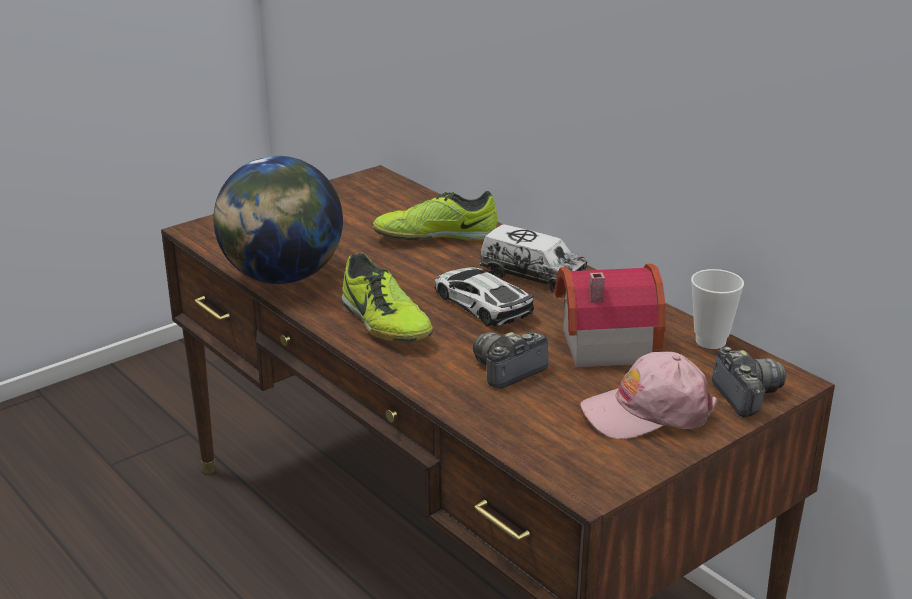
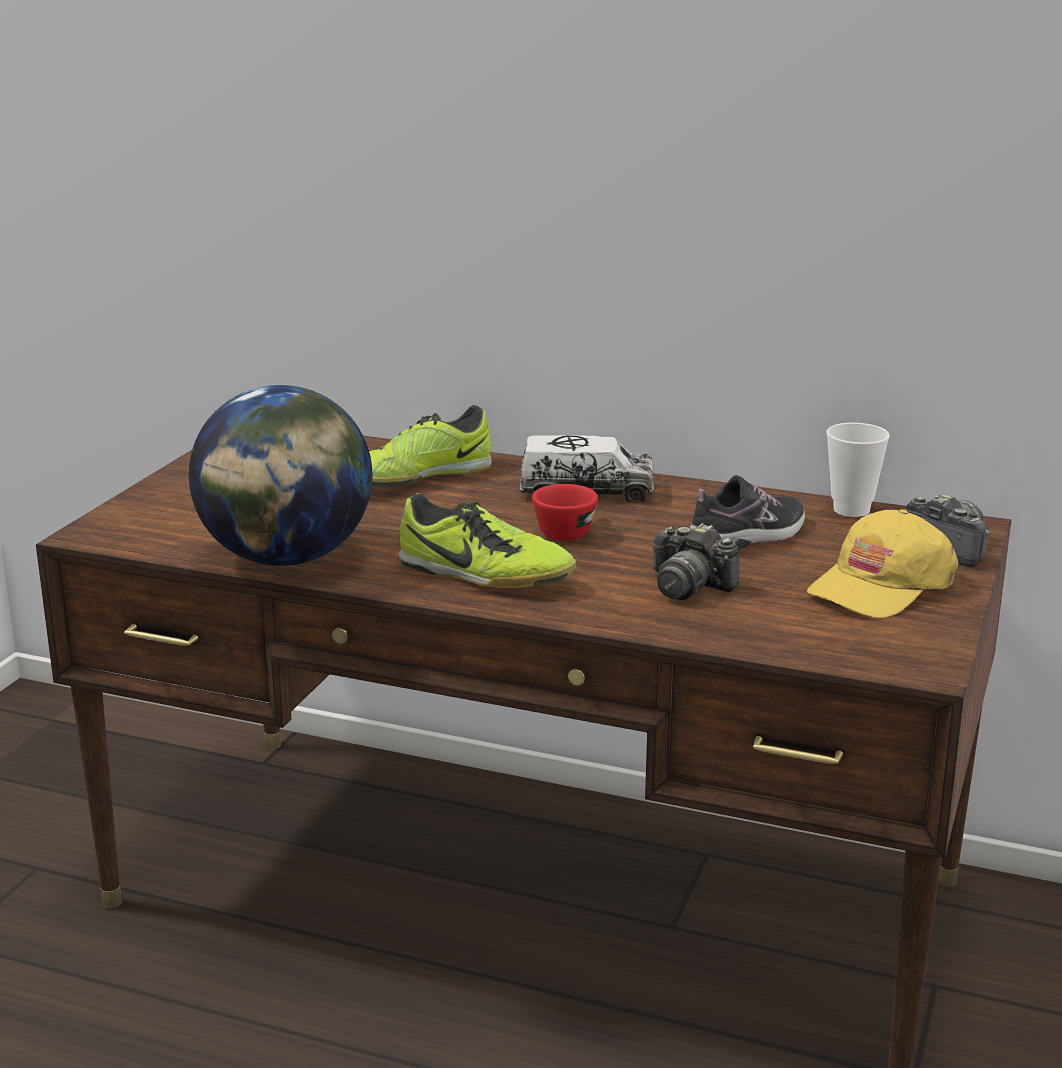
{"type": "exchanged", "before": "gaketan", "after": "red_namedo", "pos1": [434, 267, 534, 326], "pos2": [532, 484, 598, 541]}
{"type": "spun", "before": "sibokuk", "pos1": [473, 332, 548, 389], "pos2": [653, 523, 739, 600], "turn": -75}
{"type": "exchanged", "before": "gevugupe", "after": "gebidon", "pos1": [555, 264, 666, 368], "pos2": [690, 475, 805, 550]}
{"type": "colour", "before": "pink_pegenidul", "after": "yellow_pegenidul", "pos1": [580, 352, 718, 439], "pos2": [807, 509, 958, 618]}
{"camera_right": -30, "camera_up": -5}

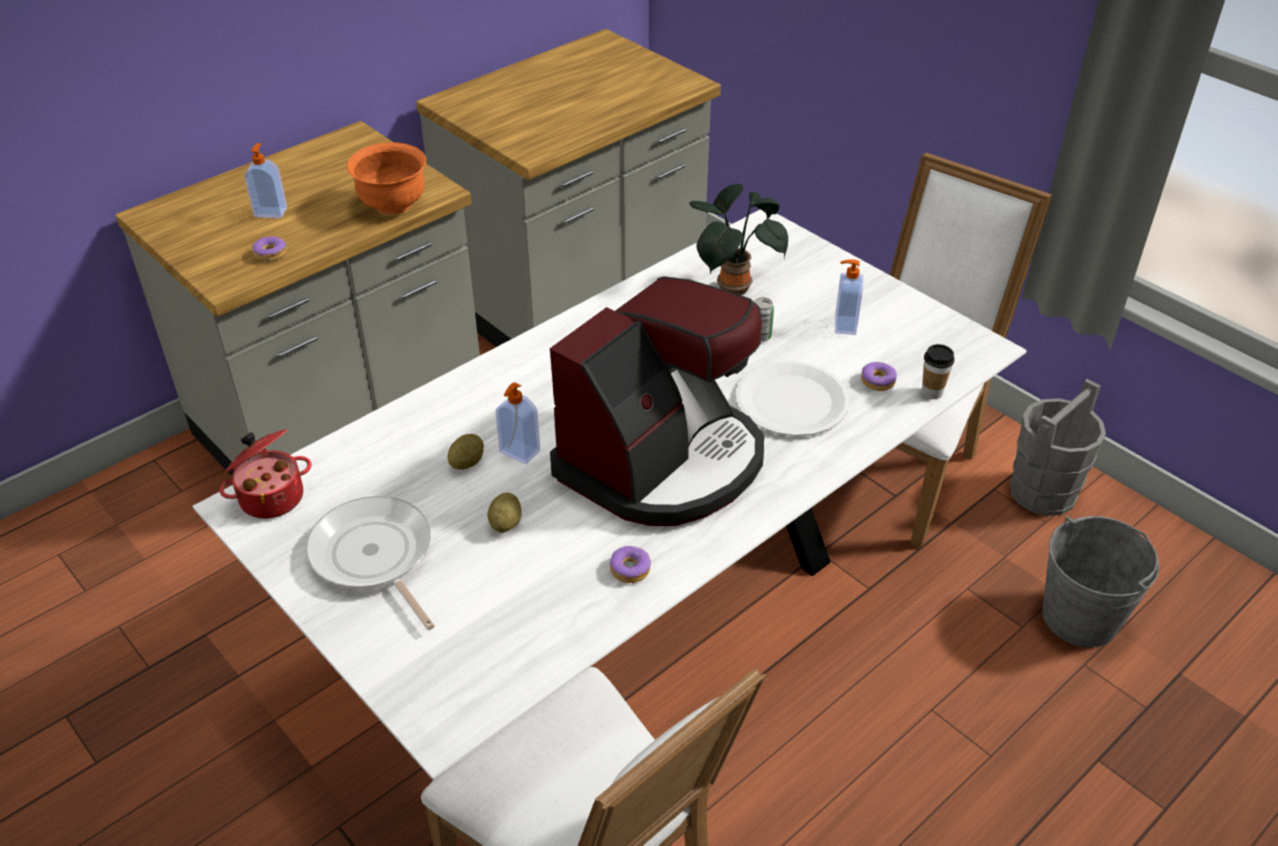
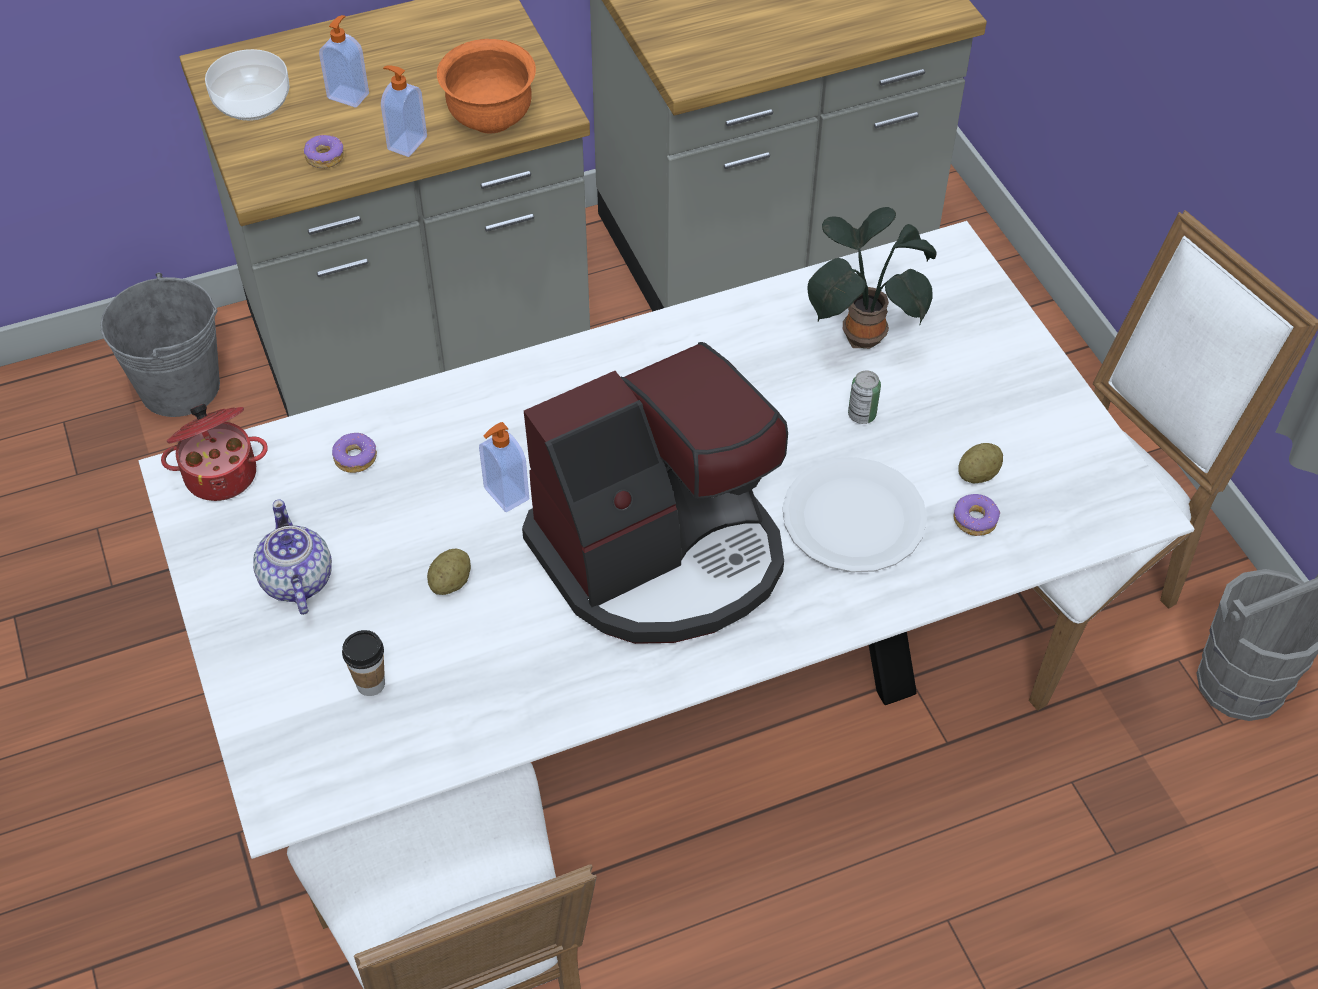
{"type": "relocated", "before": "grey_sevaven", "pos1": [1042, 516, 1159, 647], "pos2": [100, 272, 220, 417]}
{"type": "appeared", "after": "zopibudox", "pos2": [205, 49, 289, 121]}
{"type": "exchanged", "before": "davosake", "after": "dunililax", "pos1": [306, 496, 435, 630], "pos2": [253, 499, 332, 615]}
{"type": "relocated", "before": "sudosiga", "pos1": [610, 546, 651, 583], "pos2": [332, 433, 377, 473]}
{"type": "relocated", "before": "namedo", "pos1": [922, 344, 955, 399], "pos2": [342, 630, 385, 696]}
{"type": "relocated", "before": "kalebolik", "pos1": [835, 259, 863, 335], "pos2": [381, 65, 427, 157]}
{"type": "relocated", "before": "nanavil", "pos1": [448, 434, 484, 470], "pos2": [958, 443, 1003, 484]}
{"camera_right": 20, "camera_up": 10}

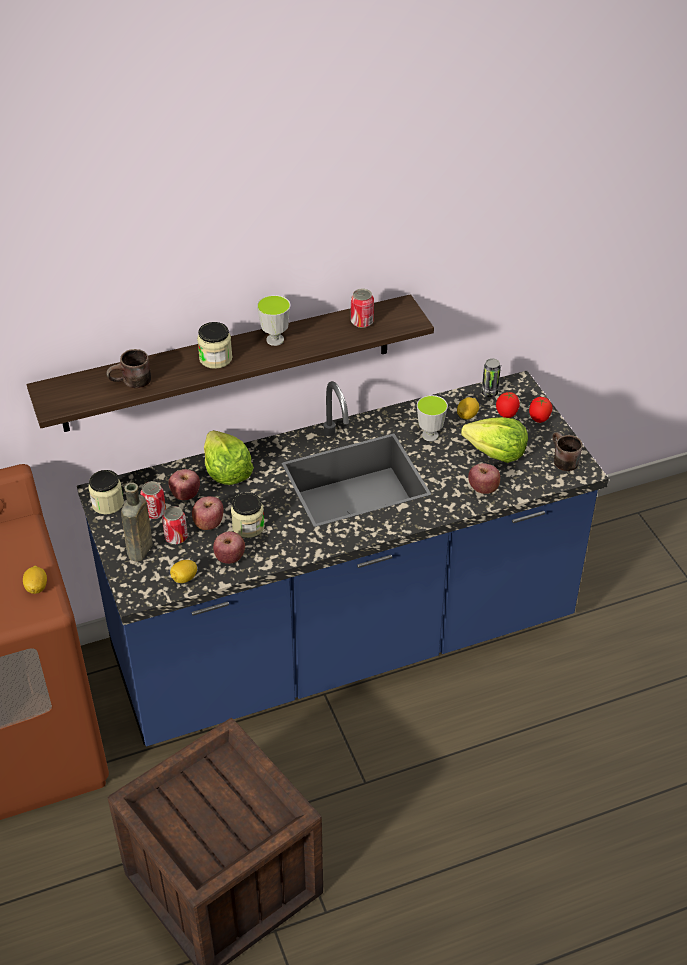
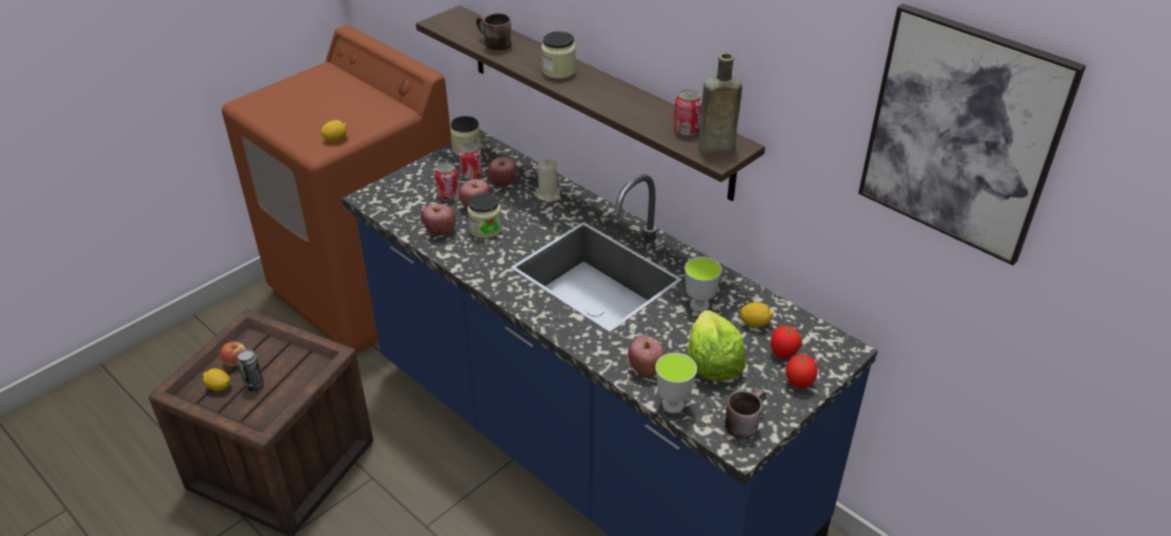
{"type": "relocated", "before": "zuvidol", "pos1": [170, 560, 197, 583], "pos2": [203, 368, 230, 391]}
{"type": "appeared", "after": "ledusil", "pos2": [220, 341, 246, 367]}
{"type": "relocated", "before": "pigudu", "pos1": [481, 358, 501, 397], "pos2": [237, 349, 264, 391]}
{"type": "exchanged", "before": "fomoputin", "after": "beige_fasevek", "pos1": [204, 430, 254, 485], "pos2": [537, 159, 561, 202]}
{"type": "relocated", "before": "namedo", "pos1": [257, 295, 290, 346], "pos2": [655, 353, 697, 413]}
{"type": "relocated", "before": "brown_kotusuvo", "pos1": [121, 482, 153, 562], "pos2": [698, 53, 742, 154]}
{"type": "appeared", "after": "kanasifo", "pos2": [858, 4, 1086, 265]}
{"camera_right": 65, "camera_up": -5}

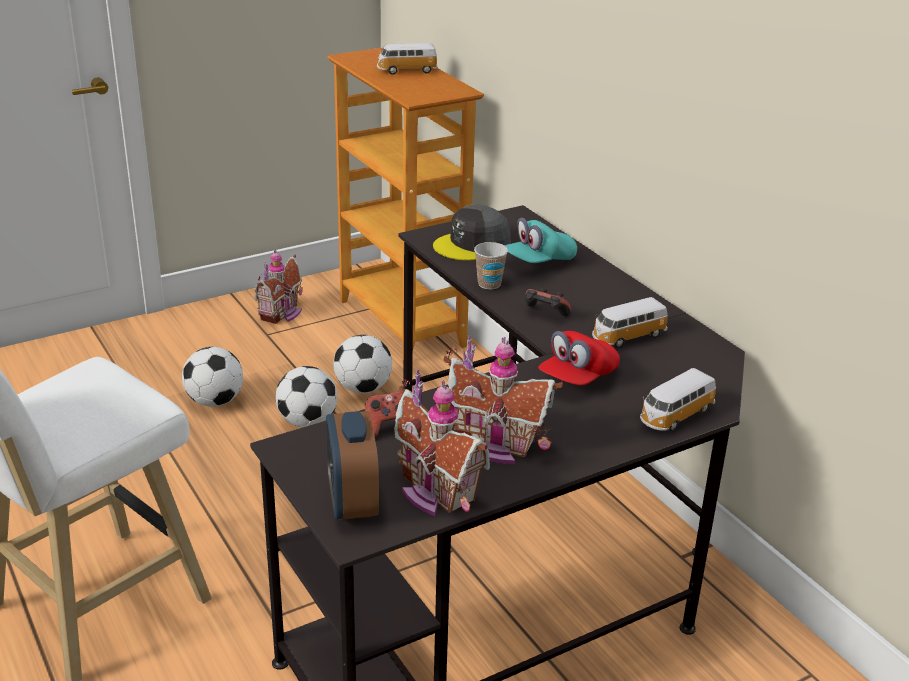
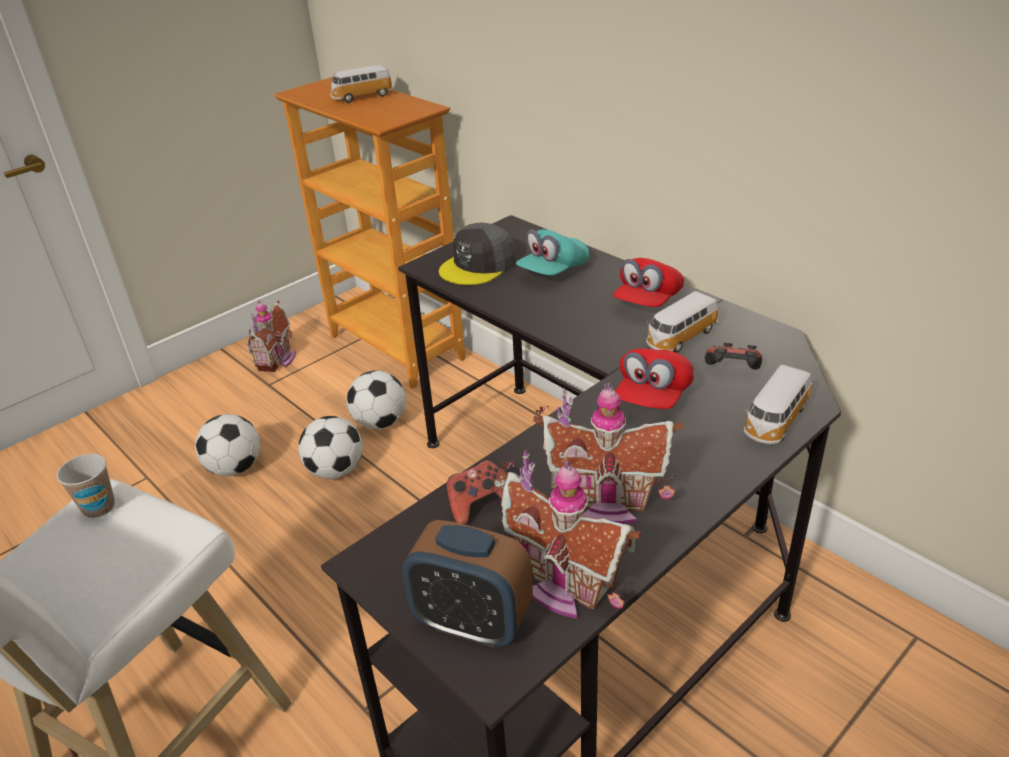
{"type": "relocated", "before": "namedo", "pos1": [474, 242, 508, 290], "pos2": [57, 454, 115, 518]}
{"type": "spun", "before": "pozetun", "pos1": [326, 411, 379, 520], "pos2": [402, 520, 533, 647], "turn": -45}
{"type": "appeared", "after": "red_pegenidul", "pos2": [613, 258, 684, 307]}
{"type": "relocated", "before": "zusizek", "pos1": [525, 288, 571, 317], "pos2": [705, 343, 762, 370]}
{"camera_right": -10, "camera_up": 5}

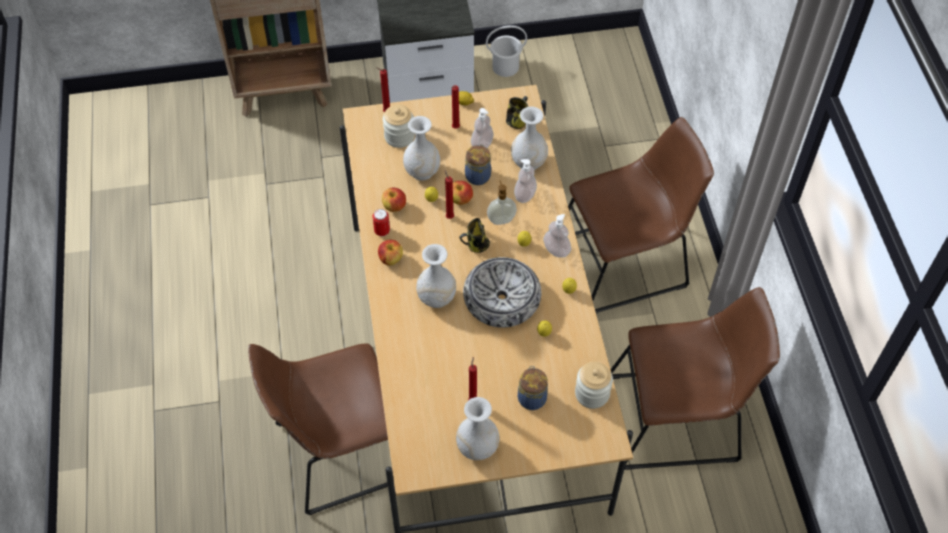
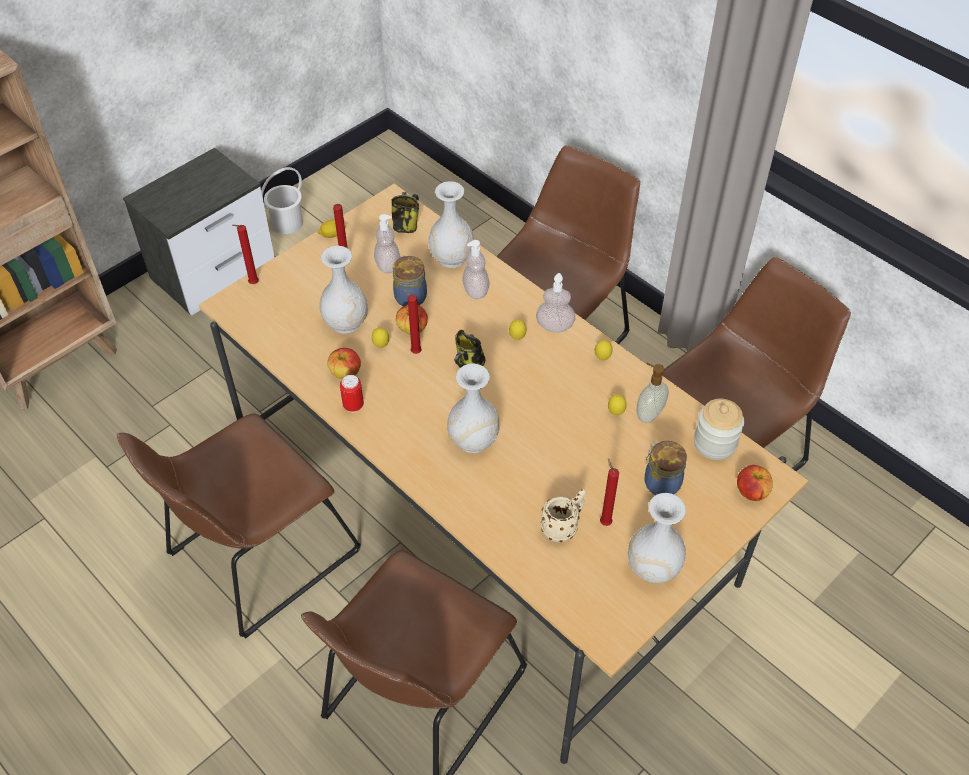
{"type": "appeared", "after": "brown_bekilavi", "pos2": [117, 413, 361, 639]}
{"type": "appeared", "after": "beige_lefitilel", "pos2": [541, 489, 586, 542]}
{"type": "relocated", "before": "kalebolik", "pos1": [487, 181, 517, 225], "pos2": [637, 363, 669, 423]}
{"type": "relocated", "before": "ledusil", "pos1": [378, 240, 403, 266], "pos2": [737, 465, 773, 501]}
{"type": "missing", "before": "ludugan", "pos1": [383, 105, 415, 148]}
{"type": "missing", "before": "zopibudox", "pos1": [463, 257, 542, 328]}
{"camera_right": -35, "camera_up": -5}

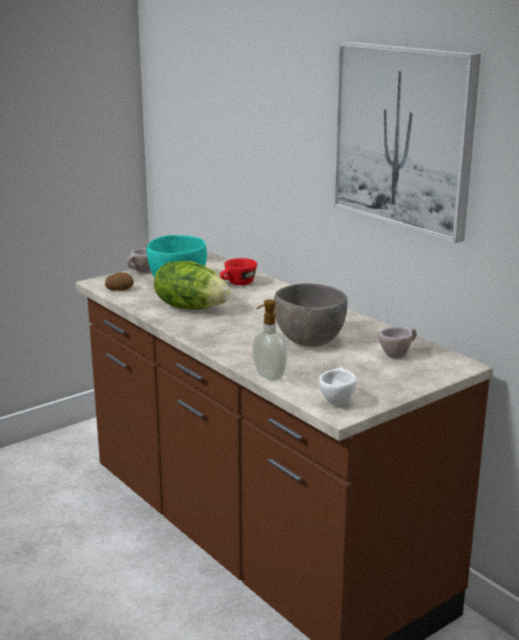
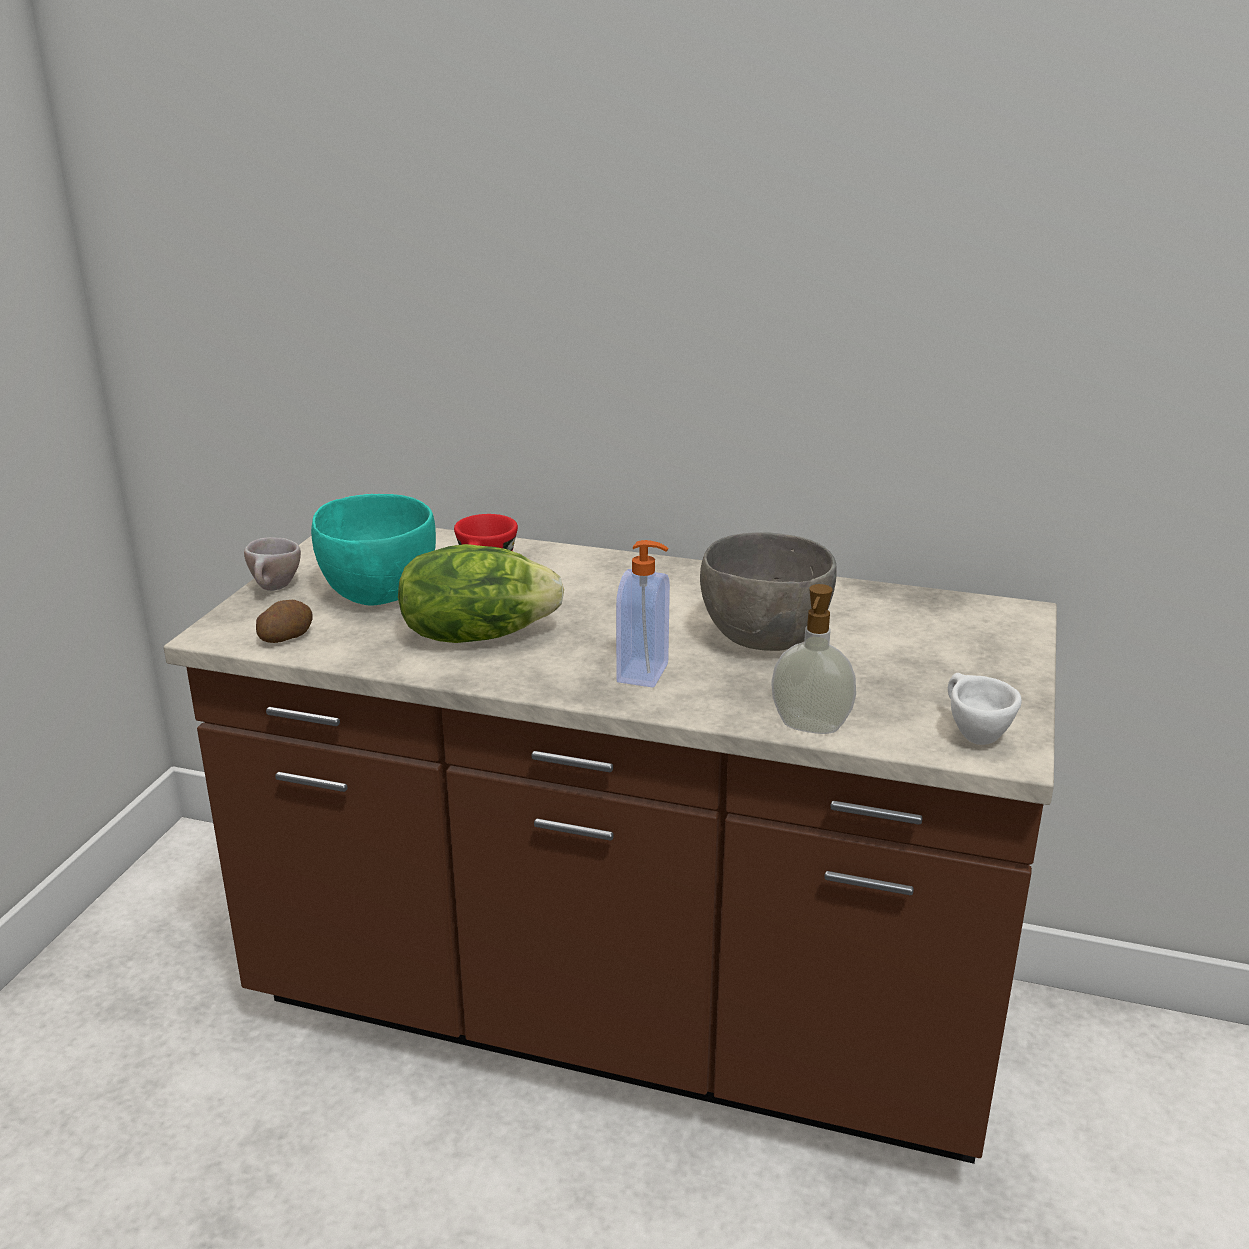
{"type": "appeared", "after": "kalebolik", "pos2": [616, 540, 670, 688]}
{"type": "missing", "before": "kanasifo", "pos1": [333, 42, 481, 243]}
{"type": "missing", "before": "beige_namedo", "pos1": [379, 326, 417, 358]}
{"camera_right": -35, "camera_up": 5}

